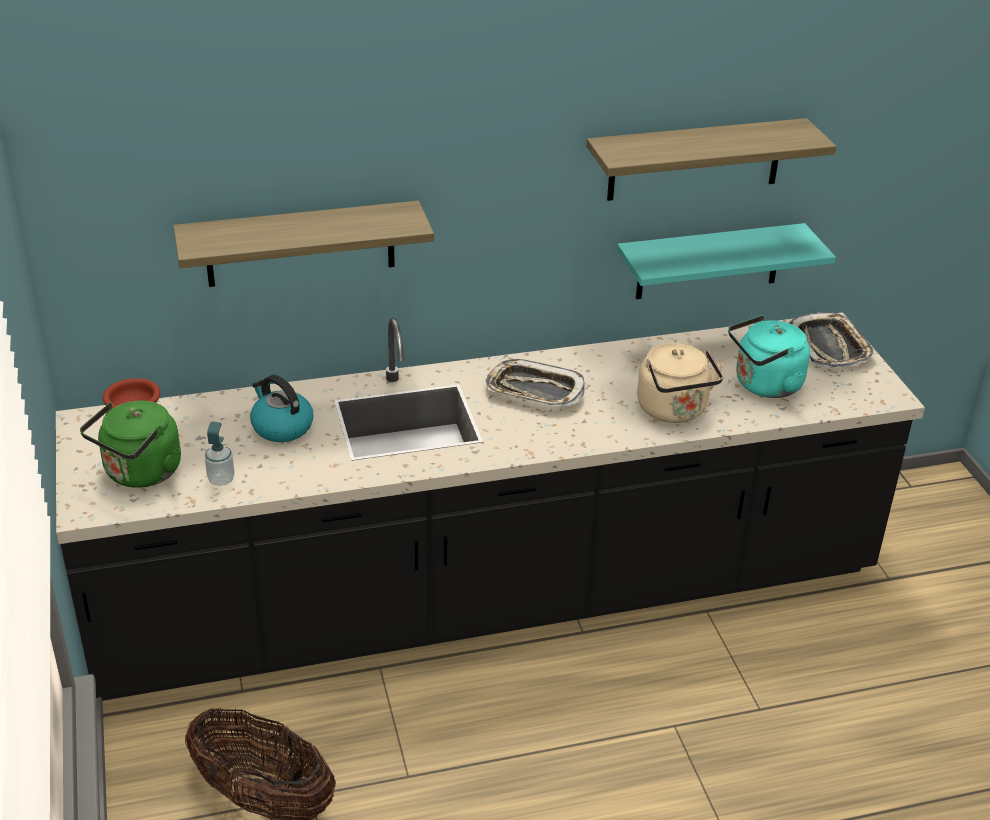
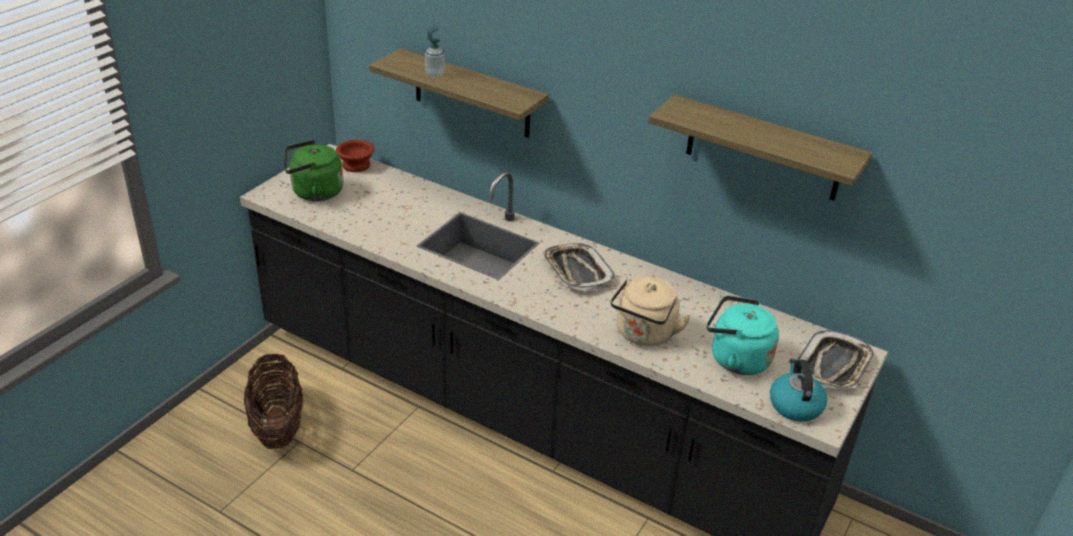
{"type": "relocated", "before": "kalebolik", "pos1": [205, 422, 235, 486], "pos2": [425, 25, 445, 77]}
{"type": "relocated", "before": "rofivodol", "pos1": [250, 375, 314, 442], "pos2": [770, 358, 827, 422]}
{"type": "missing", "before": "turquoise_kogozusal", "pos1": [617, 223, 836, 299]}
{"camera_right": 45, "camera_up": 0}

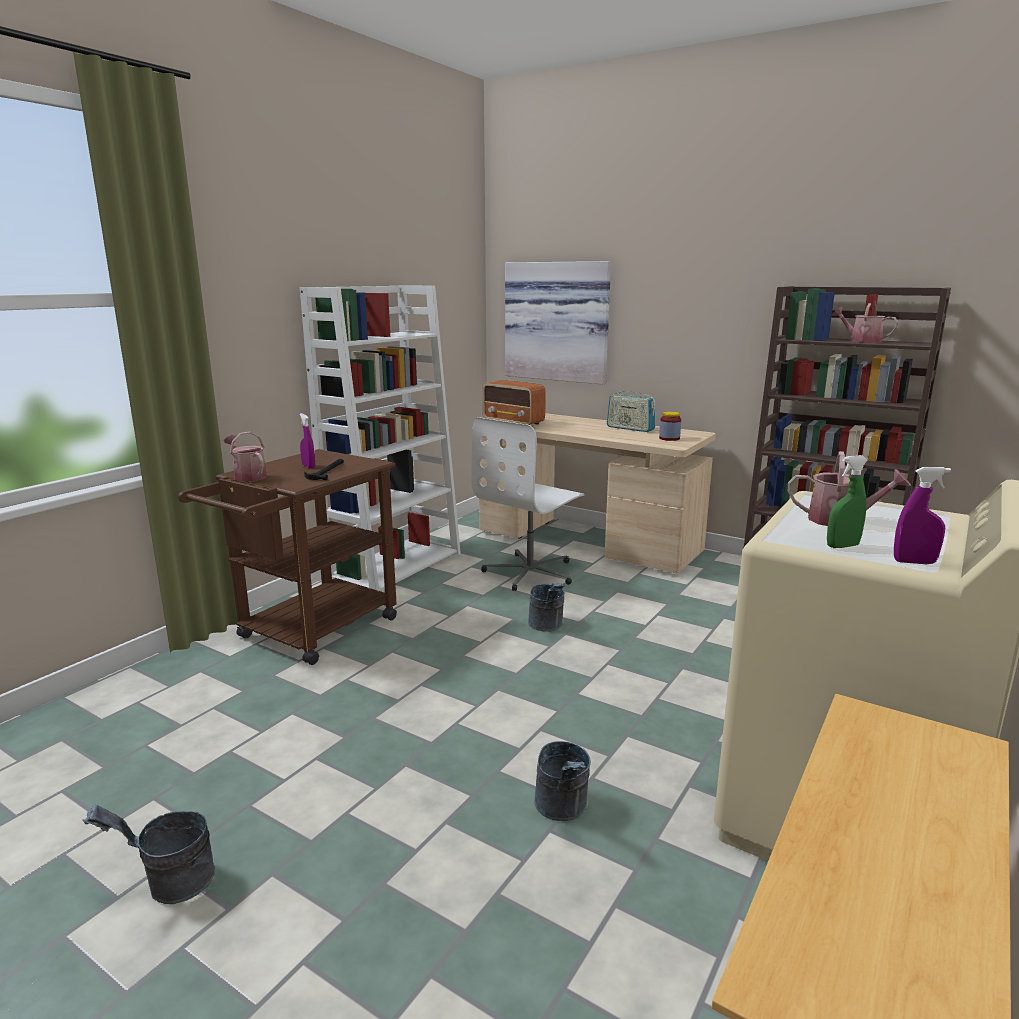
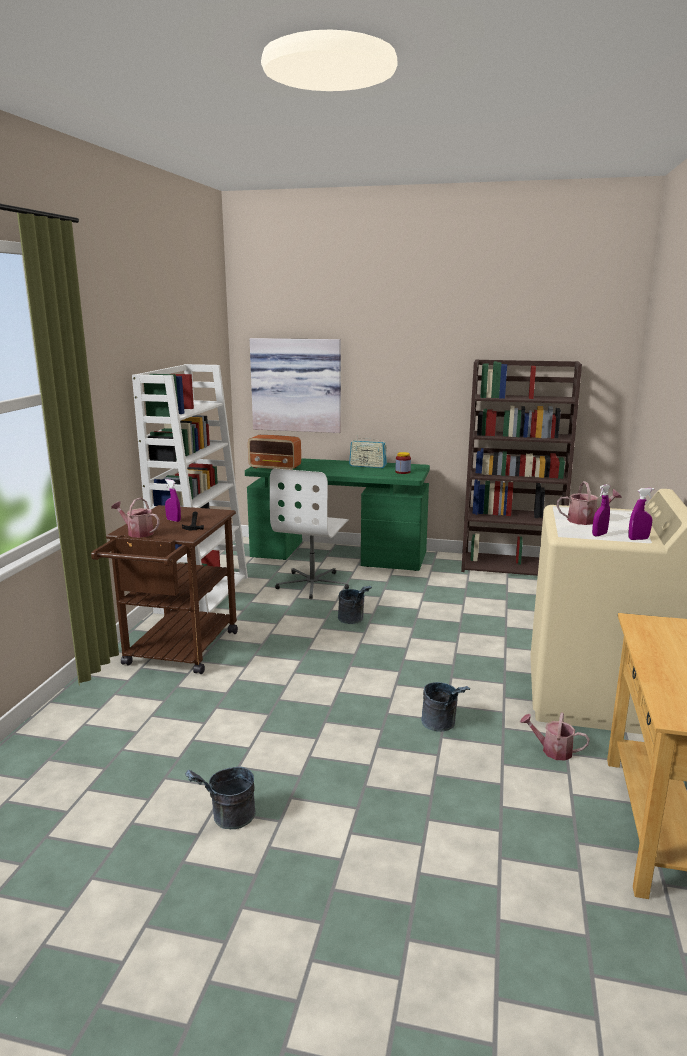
{"type": "colour", "before": "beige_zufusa", "after": "green_zufusa", "pos1": [479, 413, 716, 573], "pos2": [245, 458, 430, 571]}
{"type": "relocated", "before": "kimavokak", "pos1": [832, 301, 899, 343], "pos2": [520, 712, 590, 761]}
{"type": "colour", "before": "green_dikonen", "after": "purple_dikonen", "pos1": [827, 455, 868, 548], "pos2": [592, 484, 610, 537]}
{"camera_right": -20, "camera_up": 0}

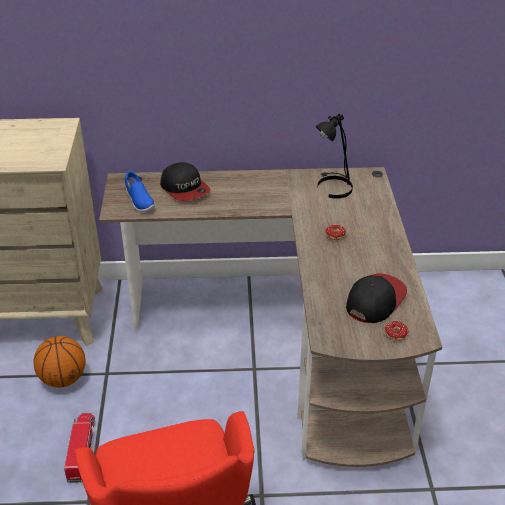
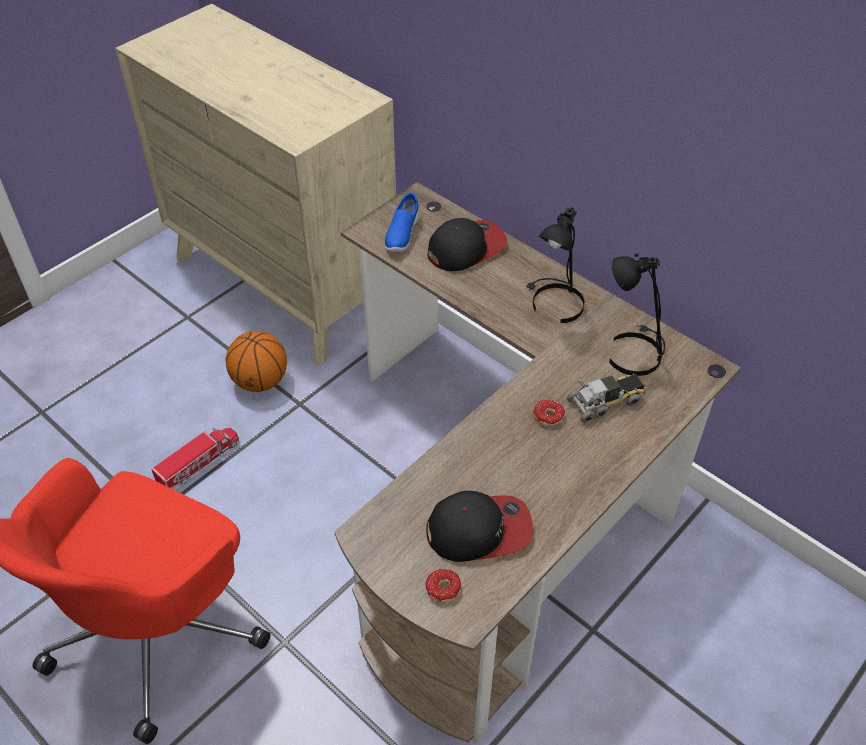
{"type": "spun", "before": "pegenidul", "pos1": [160, 162, 210, 201], "pos2": [427, 218, 507, 271], "turn": -135}
{"type": "appeared", "after": "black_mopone", "pos2": [526, 207, 585, 323]}
{"type": "appeared", "after": "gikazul", "pos2": [567, 373, 646, 423]}
{"camera_right": 45, "camera_up": 10}

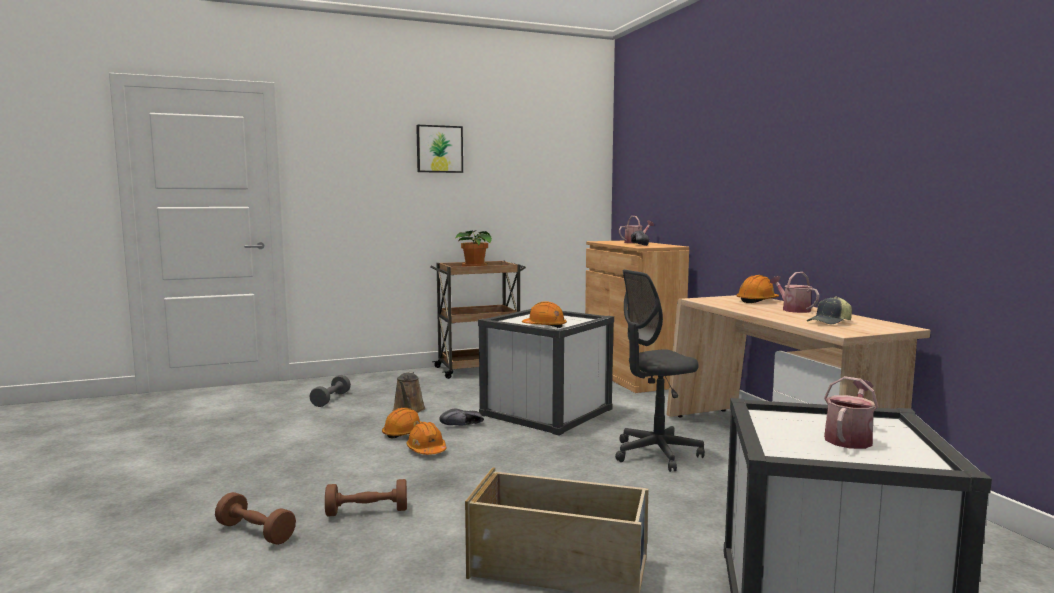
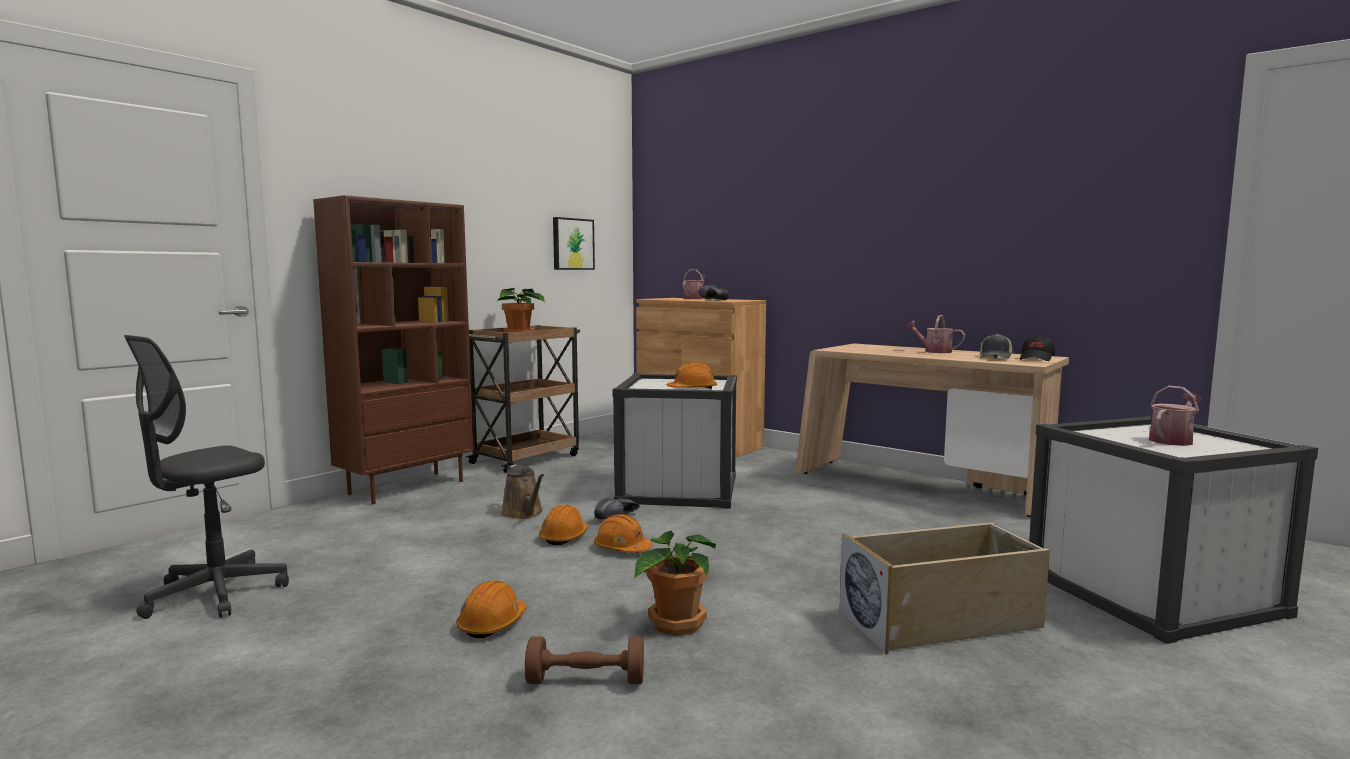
{"type": "relocated", "before": "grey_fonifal", "pos1": [615, 270, 705, 472], "pos2": [124, 335, 289, 619]}
{"type": "appeared", "after": "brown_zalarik", "pos2": [313, 195, 474, 504]}
{"type": "relocated", "before": "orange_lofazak", "pos1": [737, 275, 779, 303], "pos2": [456, 580, 527, 639]}
{"type": "relocated", "before": "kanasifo", "pos1": [416, 125, 463, 173], "pos2": [553, 217, 595, 270]}
{"type": "exchanged", "before": "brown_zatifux", "after": "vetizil", "pos1": [325, 479, 407, 517], "pos2": [634, 530, 716, 636]}
{"type": "appeared", "after": "black_pegenidul", "pos2": [1020, 335, 1055, 361]}
{"type": "spun", "before": "kimavokak", "pos1": [824, 376, 879, 449], "pos2": [1149, 386, 1202, 446], "turn": 45}
{"type": "missing", "before": "grey_zatifux", "pos1": [309, 375, 351, 407]}
{"camera_right": -30, "camera_up": 0}

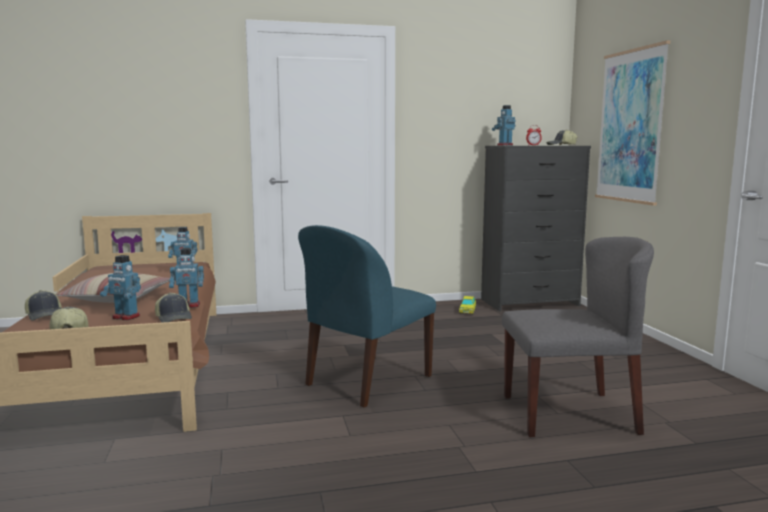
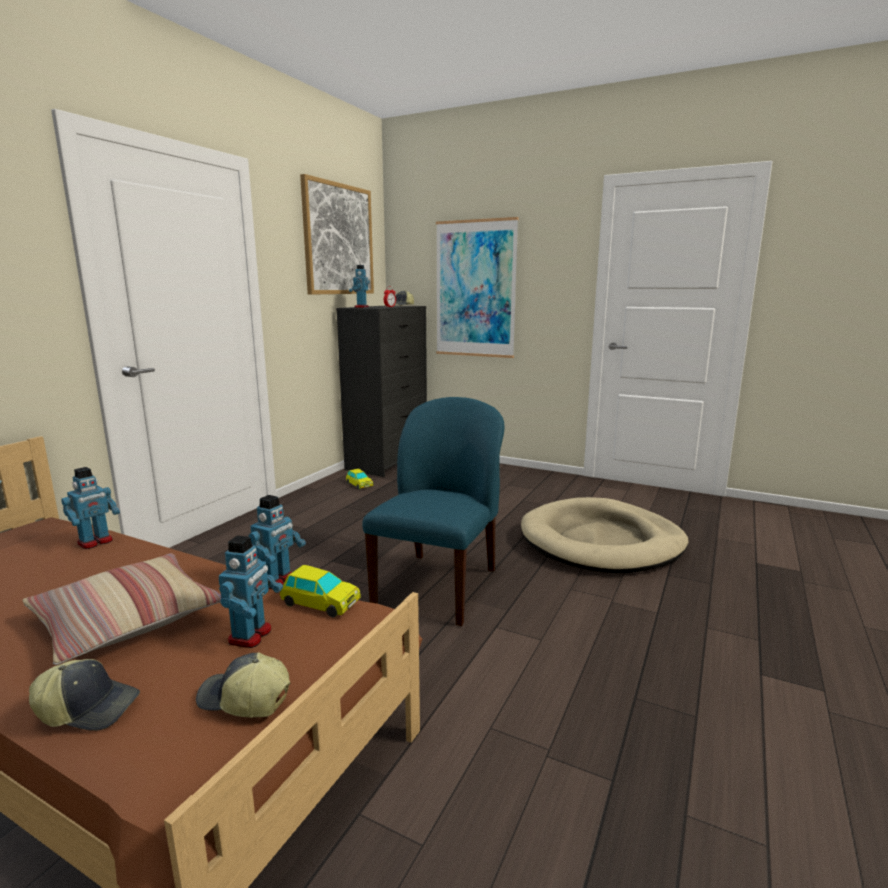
{"type": "spun", "before": "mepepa", "pos1": [100, 255, 141, 320], "pos2": [219, 535, 283, 648], "turn": -45}
{"type": "exchanged", "before": "pegenidul", "after": "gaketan", "pos1": [155, 293, 192, 323], "pos2": [280, 565, 361, 617]}
{"type": "appeared", "after": "kanasifo", "pos2": [300, 174, 374, 295]}
{"type": "spun", "before": "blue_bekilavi", "pos1": [298, 225, 436, 408], "pos2": [362, 397, 504, 626], "turn": -150}
{"type": "exchanged", "before": "grey_bekilavi", "after": "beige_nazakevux", "pos1": [502, 237, 654, 437], "pos2": [521, 497, 689, 573]}
{"camera_right": -50, "camera_up": 5}

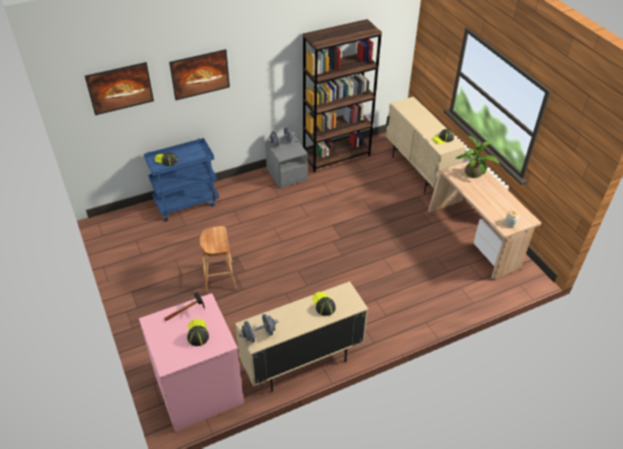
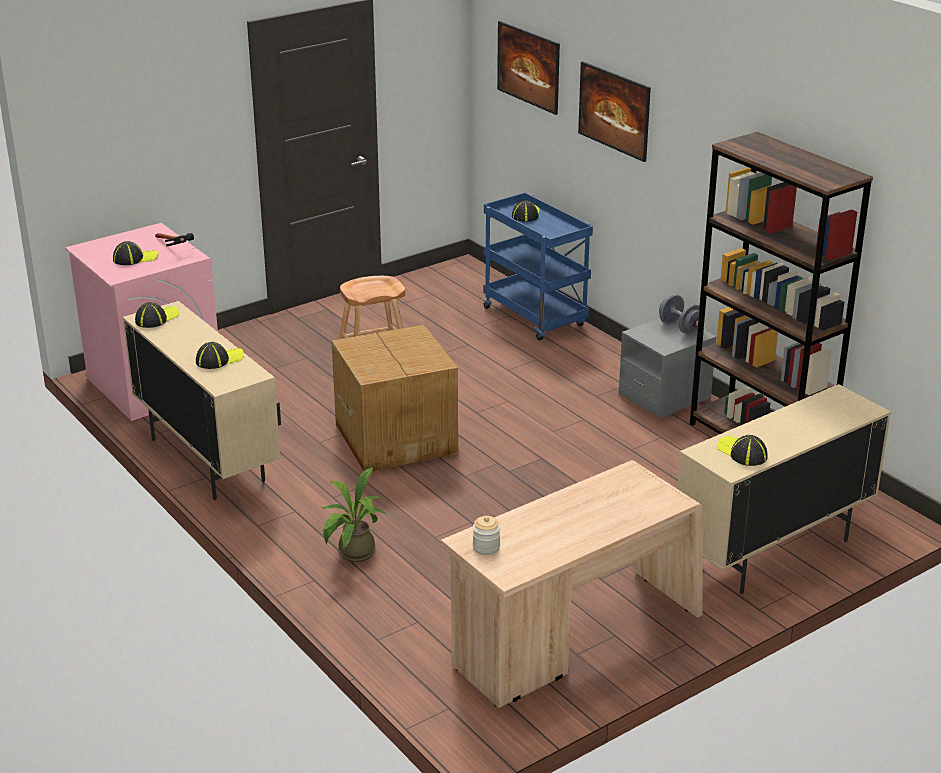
{"type": "exchanged", "before": "grey_zatifux", "after": "pegenidul", "pos1": [239, 314, 278, 343], "pos2": [135, 302, 179, 328]}
{"type": "relocated", "before": "vetizil", "pos1": [456, 135, 499, 178], "pos2": [322, 467, 386, 562]}
{"type": "appeared", "after": "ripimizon", "pos2": [331, 324, 458, 471]}
{"camera_right": 80, "camera_up": -15}

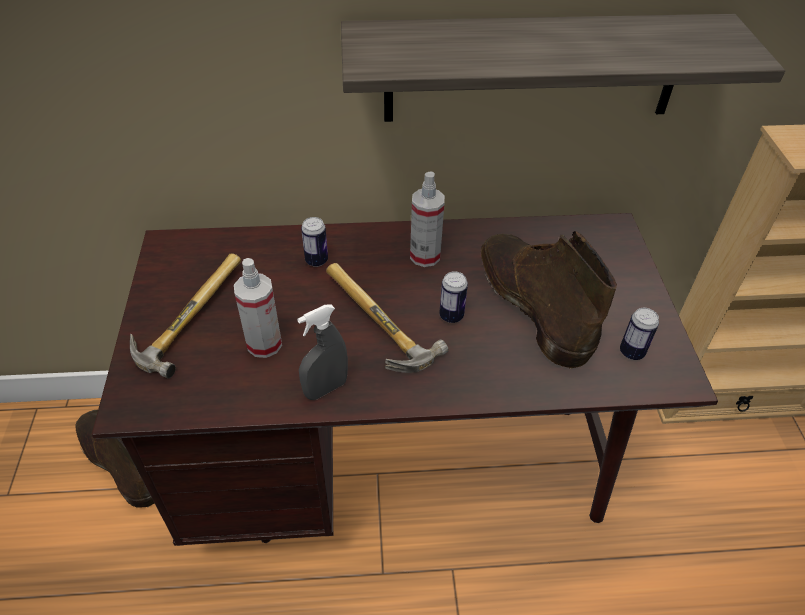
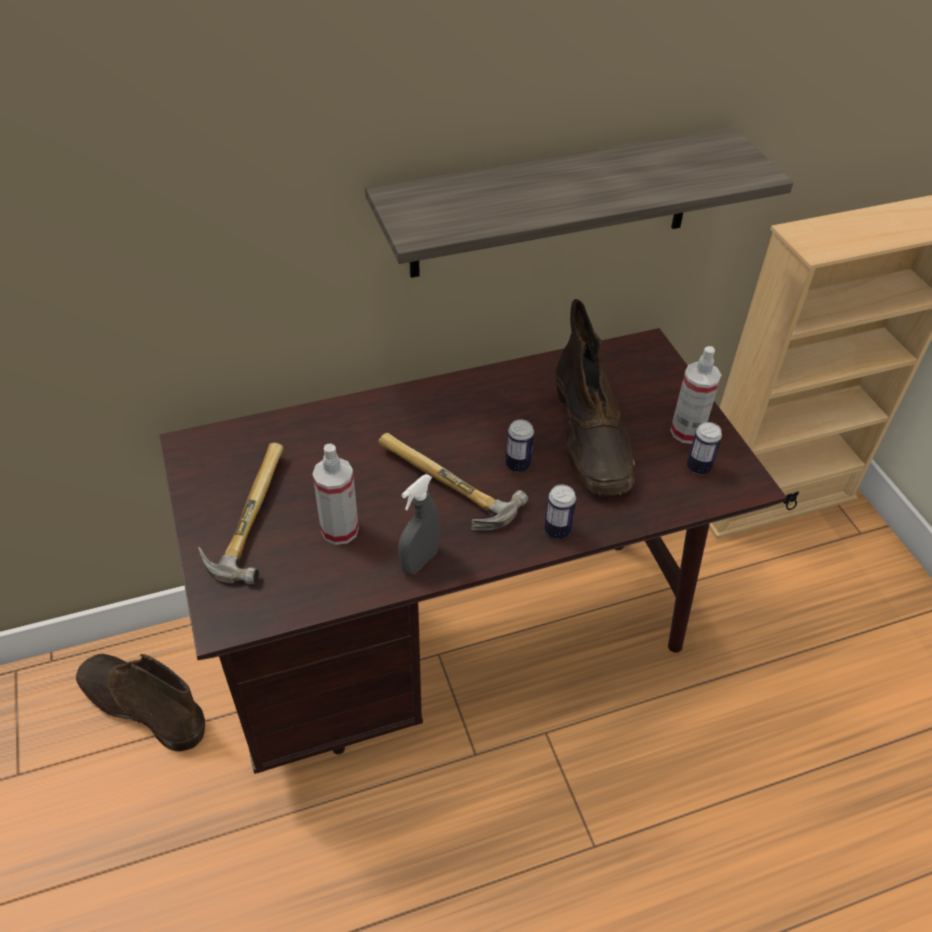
{"type": "relocated", "before": "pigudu", "pos1": [301, 217, 328, 267], "pos2": [544, 484, 576, 539]}
{"type": "spun", "before": "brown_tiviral", "pos1": [481, 231, 617, 369], "pos2": [556, 299, 635, 496], "turn": -150}
{"type": "relocated", "before": "dikonen", "pos1": [410, 172, 445, 267], "pos2": [670, 346, 721, 444]}
{"camera_right": -15, "camera_up": 0}

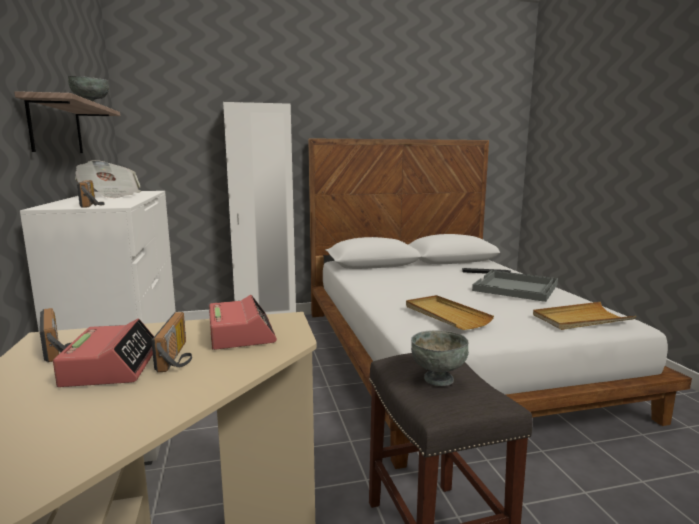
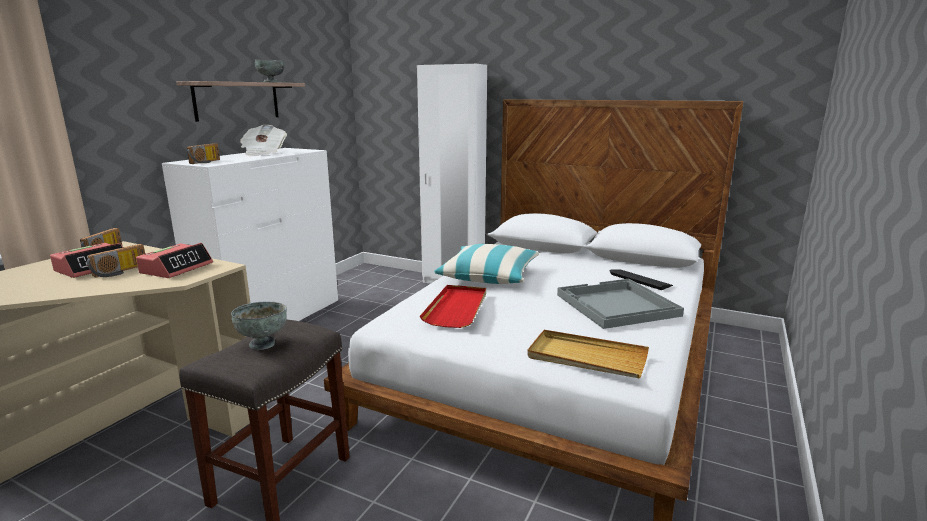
{"type": "colour", "before": "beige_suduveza", "after": "red_suduveza", "pos1": [406, 295, 494, 330], "pos2": [420, 285, 486, 328]}
{"type": "appeared", "after": "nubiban", "pos2": [434, 244, 539, 284]}
{"camera_right": 40, "camera_up": 5}

